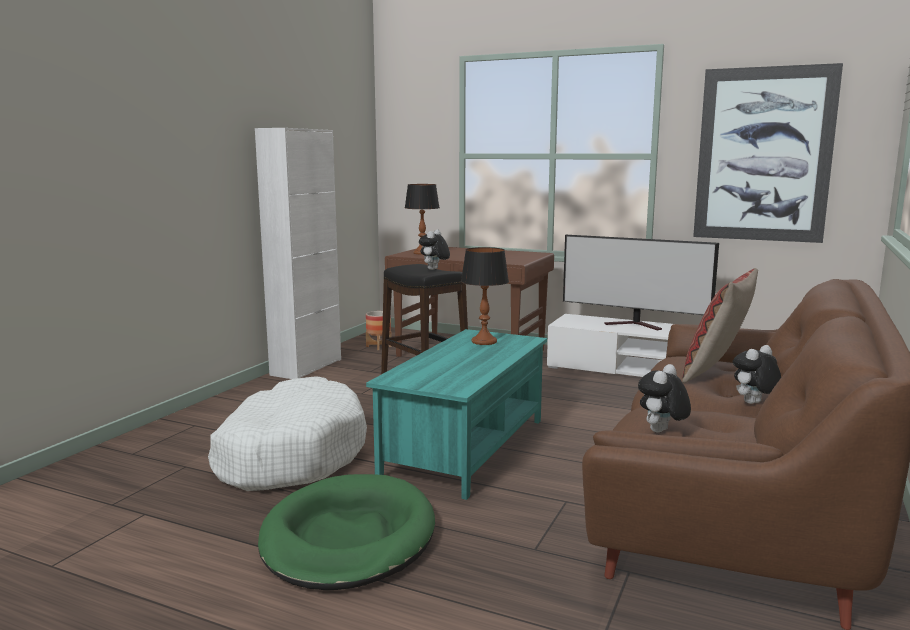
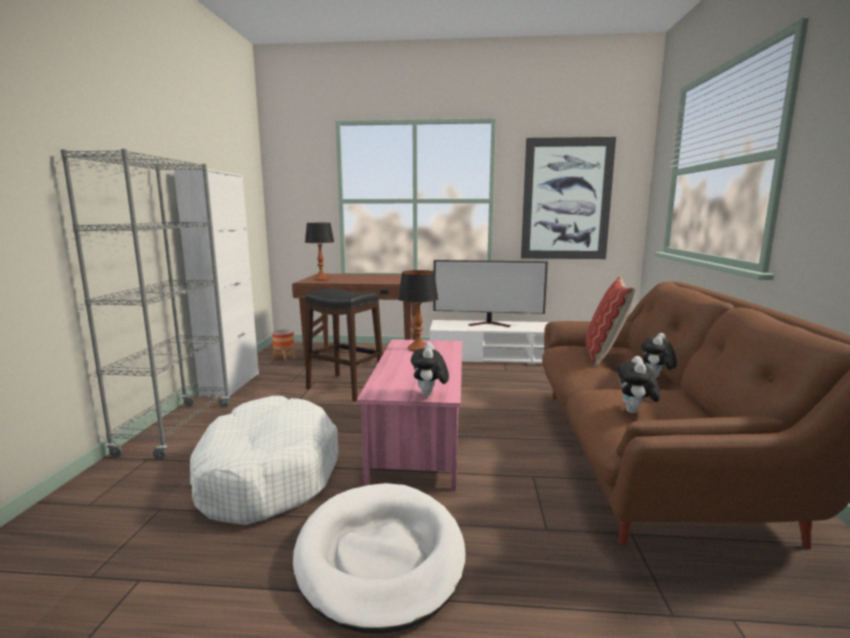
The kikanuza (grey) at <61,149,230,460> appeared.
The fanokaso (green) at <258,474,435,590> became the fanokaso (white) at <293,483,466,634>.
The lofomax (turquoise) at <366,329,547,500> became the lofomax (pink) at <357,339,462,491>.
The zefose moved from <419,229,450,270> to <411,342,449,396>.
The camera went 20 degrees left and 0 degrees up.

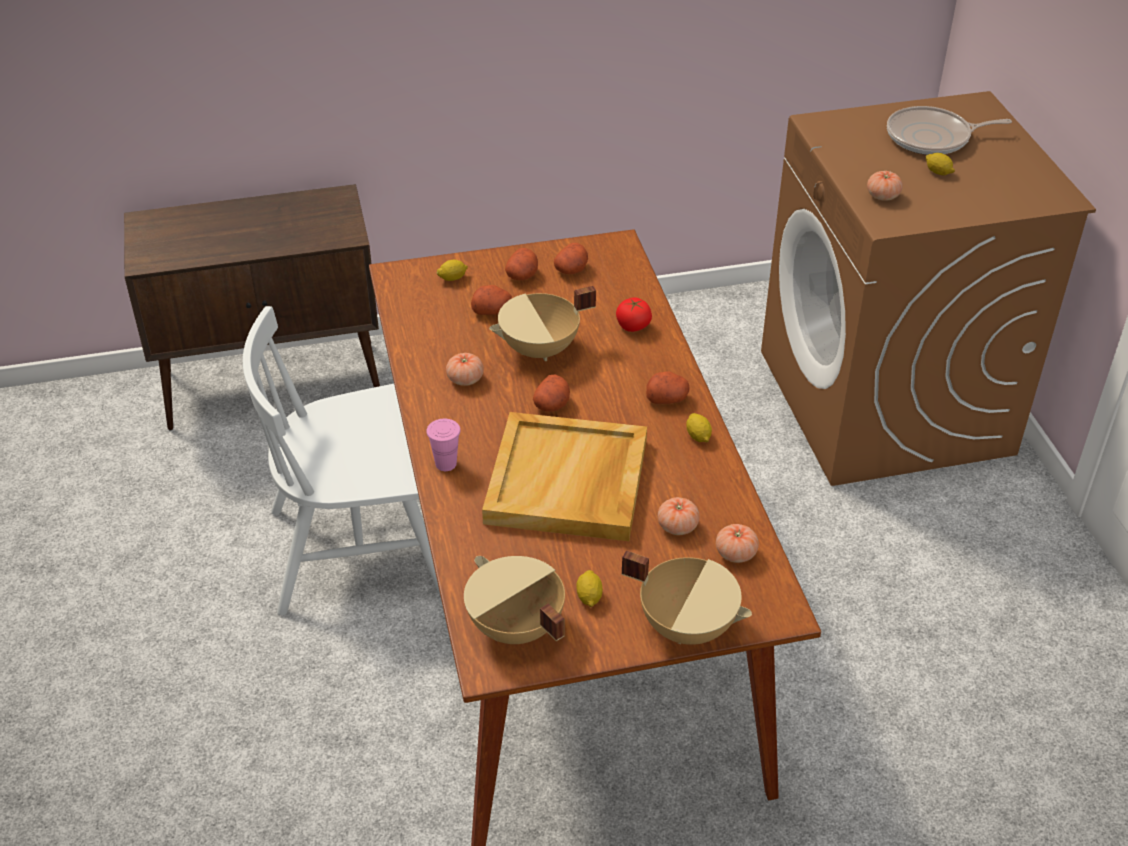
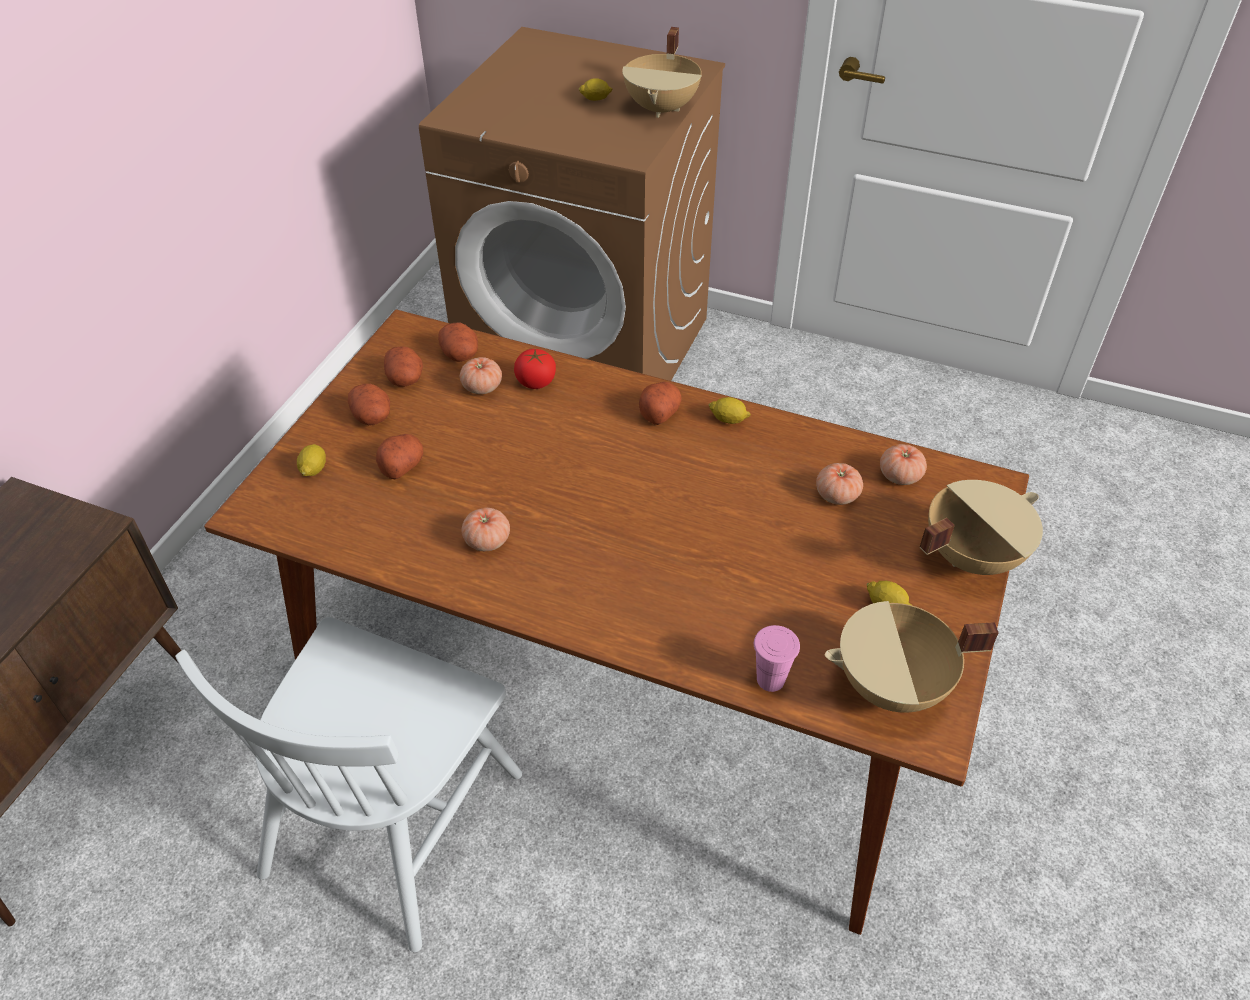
The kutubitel moved from <533,375,570,412> to <438,323,478,362>.
The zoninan moved from <867,171,903,201> to <460,357,502,394>.
The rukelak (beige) moved from <489,286,596,361> to <622,27,702,118>.
The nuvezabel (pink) moved from <426,419,461,471> to <754,625,800,692>.
The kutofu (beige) at <482,412,647,541> disappeared.
The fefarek at <887,106,1012,155> disappeared.
The camera went 55 degrees left and 5 degrees up.

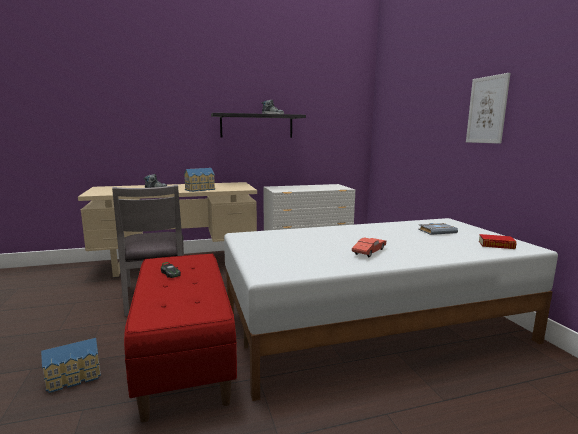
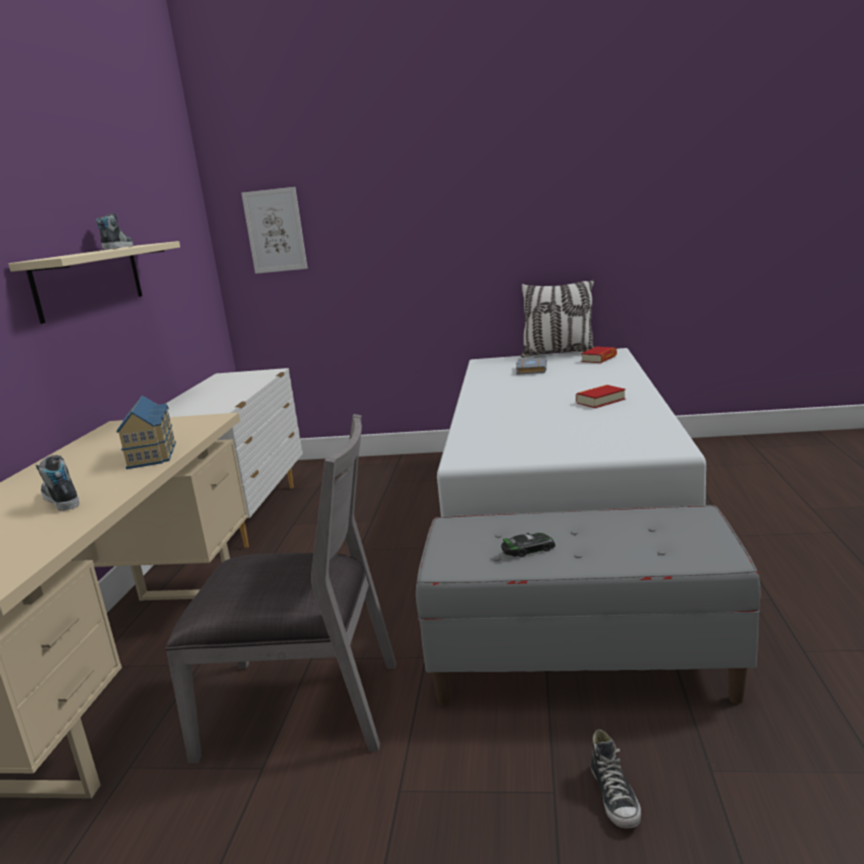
The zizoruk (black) at <211,113,306,138> became the zizoruk (beige) at <9,241,180,324>.
The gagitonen moved from <466,73,510,144> to <241,187,308,274>.
The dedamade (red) at <124,253,237,422> became the dedamade (grey) at <416,505,760,706>.
The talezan at <521,280,594,357> appeared.
The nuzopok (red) at <352,238,386,257> was replaced by the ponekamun at <576,385,626,408>.
The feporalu at <41,338,101,393> was replaced by the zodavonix at <591,729,641,828>.
The camera went 65 degrees left and 5 degrees up.

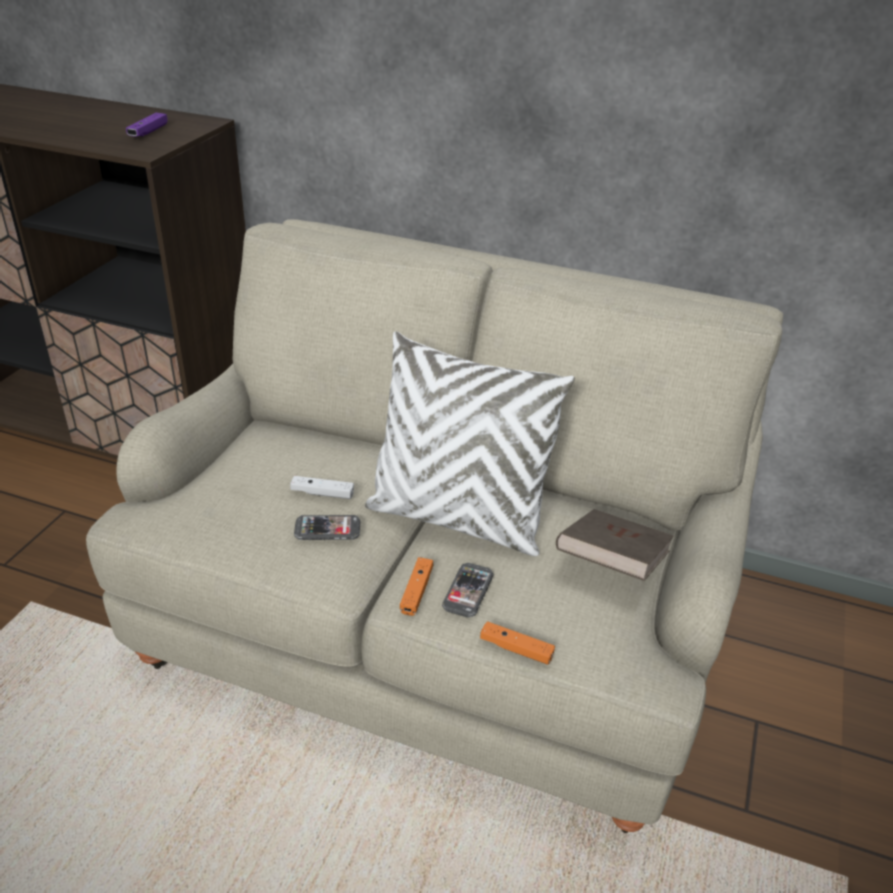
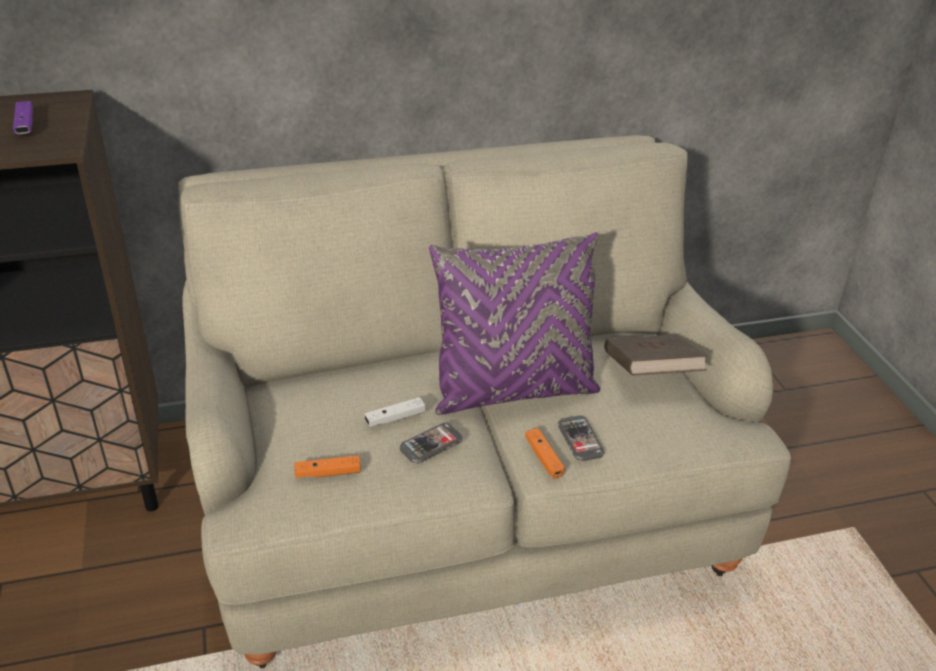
The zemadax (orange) moved from <480,621,555,665> to <294,455,361,478>.
The talezan (white) at <365,331,575,556> became the talezan (purple) at <429,232,600,415>.
The camera went 35 degrees left and 0 degrees up.

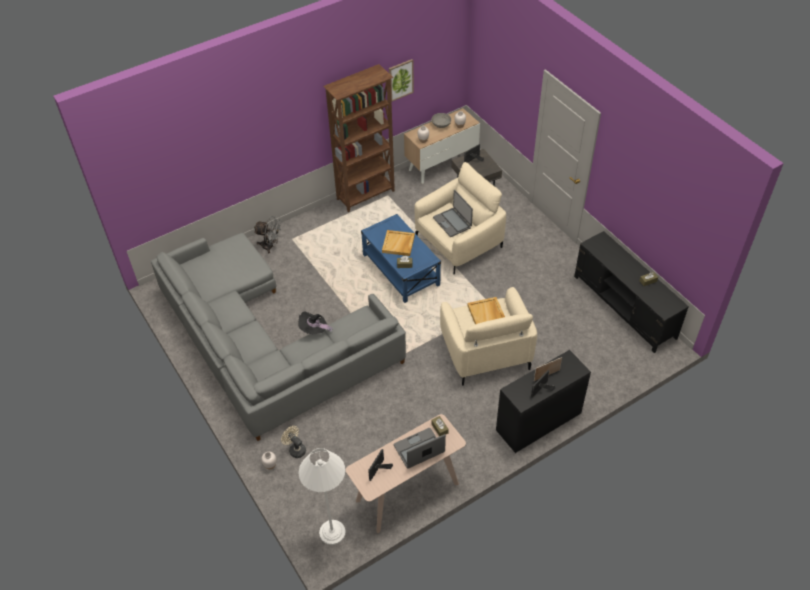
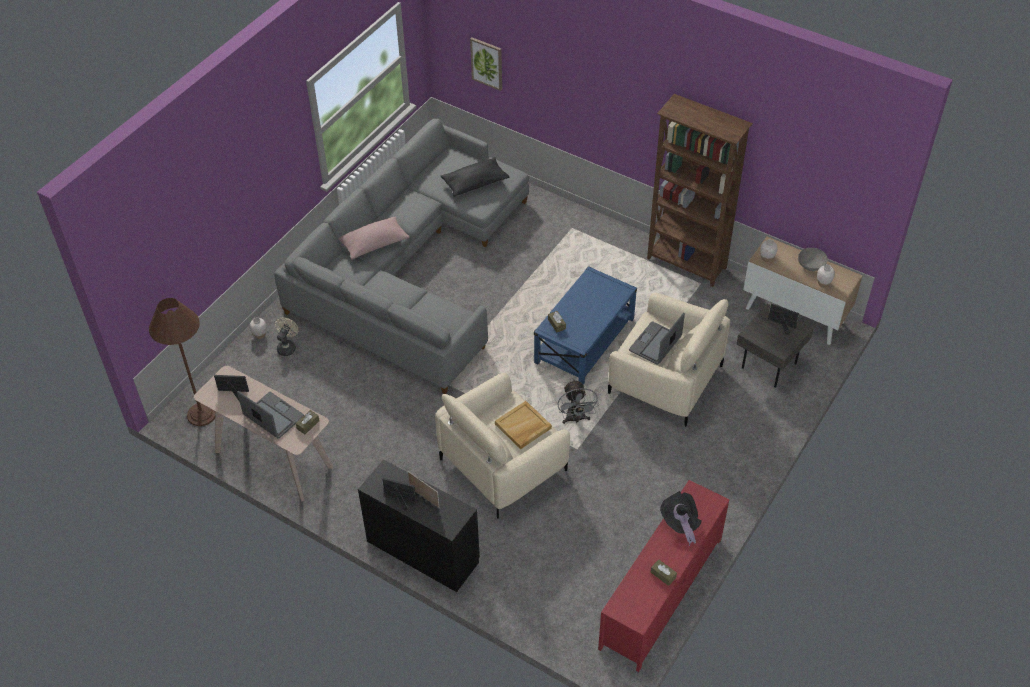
The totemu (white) at <298,448,346,545> became the totemu (brown) at <149,298,215,426>.
The talezan (pink) at <338,217,410,260> appeared.
The talezan (black) at <441,157,509,197> appeared.
The gagitonen moved from <389,59,414,102> to <470,37,502,91>.
The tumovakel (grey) moved from <254,216,282,254> to <557,379,599,424>.
The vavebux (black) at <574,231,689,353> became the vavebux (red) at <598,480,729,672>.
The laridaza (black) moved from <298,312,333,334> to <660,491,702,546>.
The kutofu (beige) at <382,230,415,256> disappeared.
The camera went 65 degrees right and 0 degrees up.

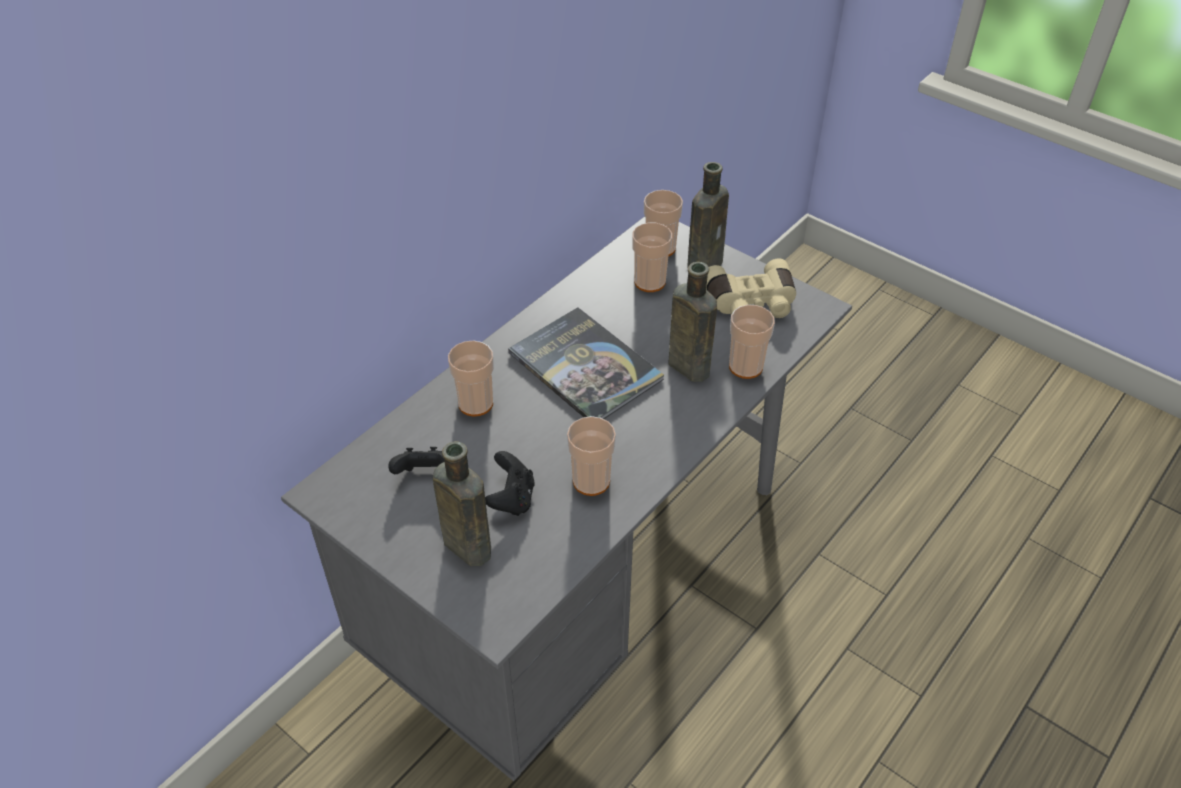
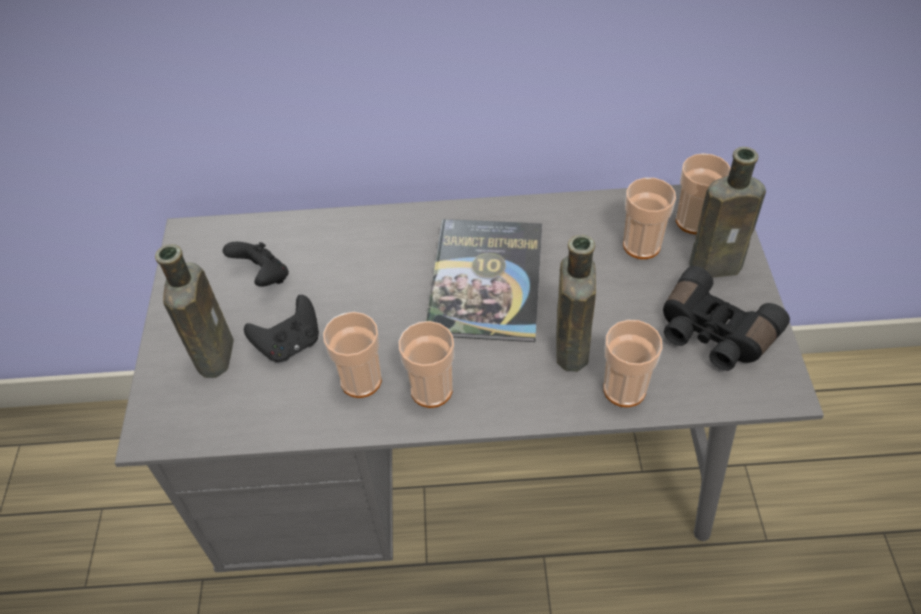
The nuvezabel moved from <448,341,494,417> to <398,321,454,408>.
The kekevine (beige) at <706,259,796,318> became the kekevine (black) at <663,266,790,371>.
The camera went 50 degrees right and 5 degrees up.

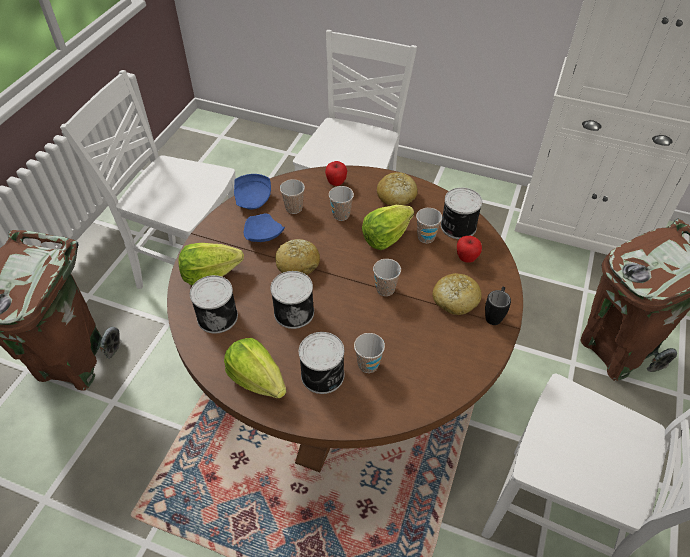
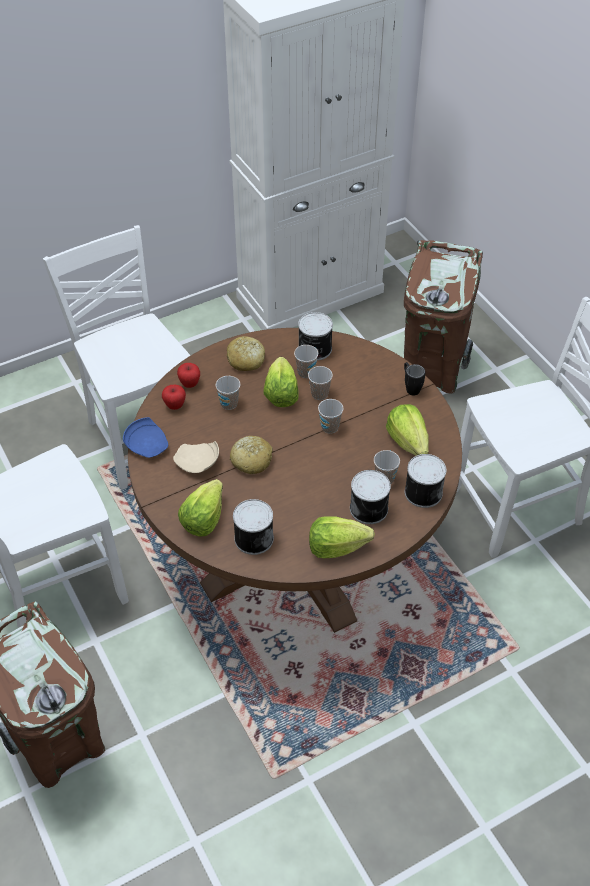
The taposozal moved from <457,236,482,263> to <162,385,186,410>.
The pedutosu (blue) at <243,214,285,242> became the pedutosu (beige) at <173,441,219,473>.
The nuvezabel moved from <280,179,305,214> to <308,366,333,400>.
The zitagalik at <386,404,429,456> appeared.
The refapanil moved from <270,271,314,329> to <405,454,446,508>.
The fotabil at <432,273,482,315> disappeared.
The camera went 50 degrees left and 0 degrees up.

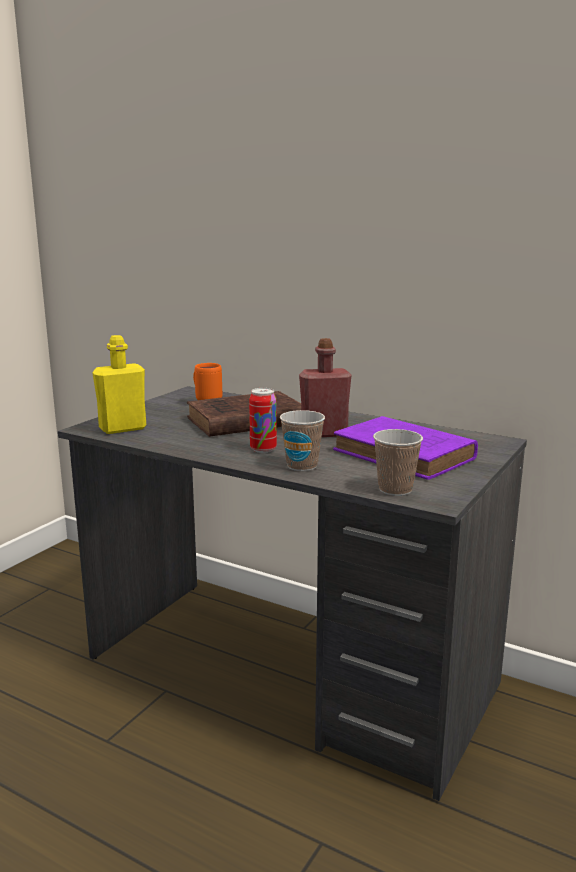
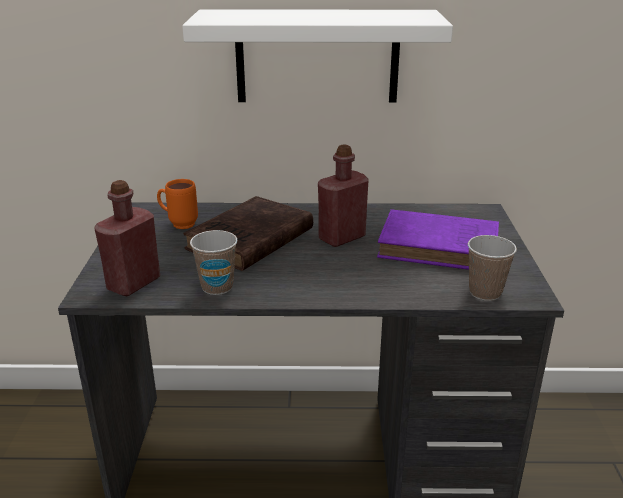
The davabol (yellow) at <93,335,146,434> became the davabol (red) at <94,180,160,296>.
The zizoruk (white) at <182,9,453,103> appeared.
The nuvezabel moved from <280,410,325,471> to <190,230,237,295>.
The refapanil at <249,388,277,453> disappeared.
The camera went 30 degrees left and 10 degrees up.

